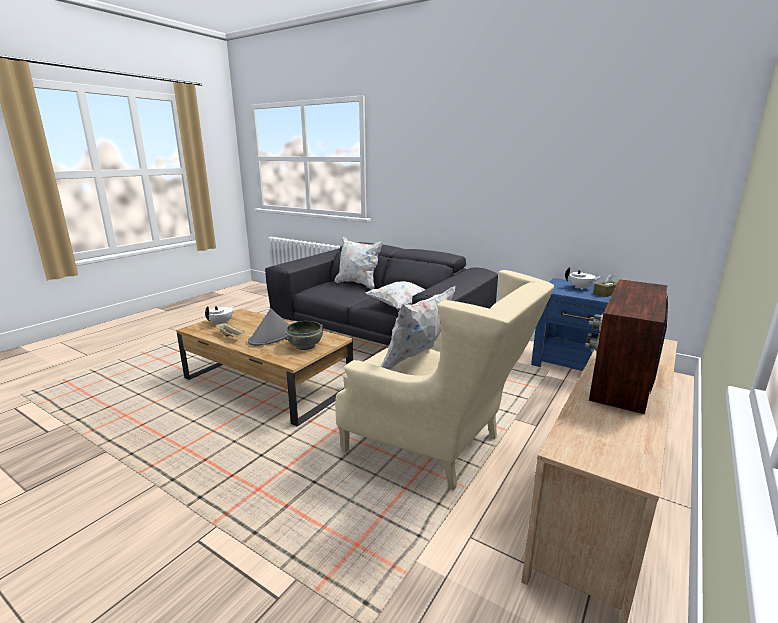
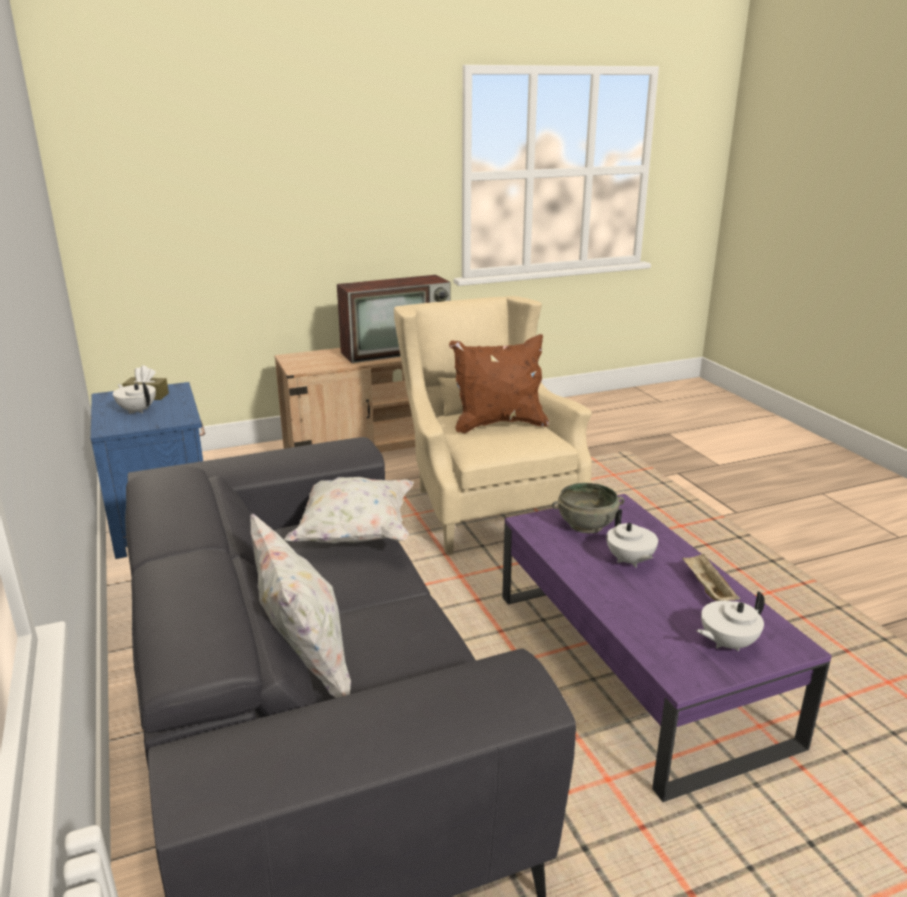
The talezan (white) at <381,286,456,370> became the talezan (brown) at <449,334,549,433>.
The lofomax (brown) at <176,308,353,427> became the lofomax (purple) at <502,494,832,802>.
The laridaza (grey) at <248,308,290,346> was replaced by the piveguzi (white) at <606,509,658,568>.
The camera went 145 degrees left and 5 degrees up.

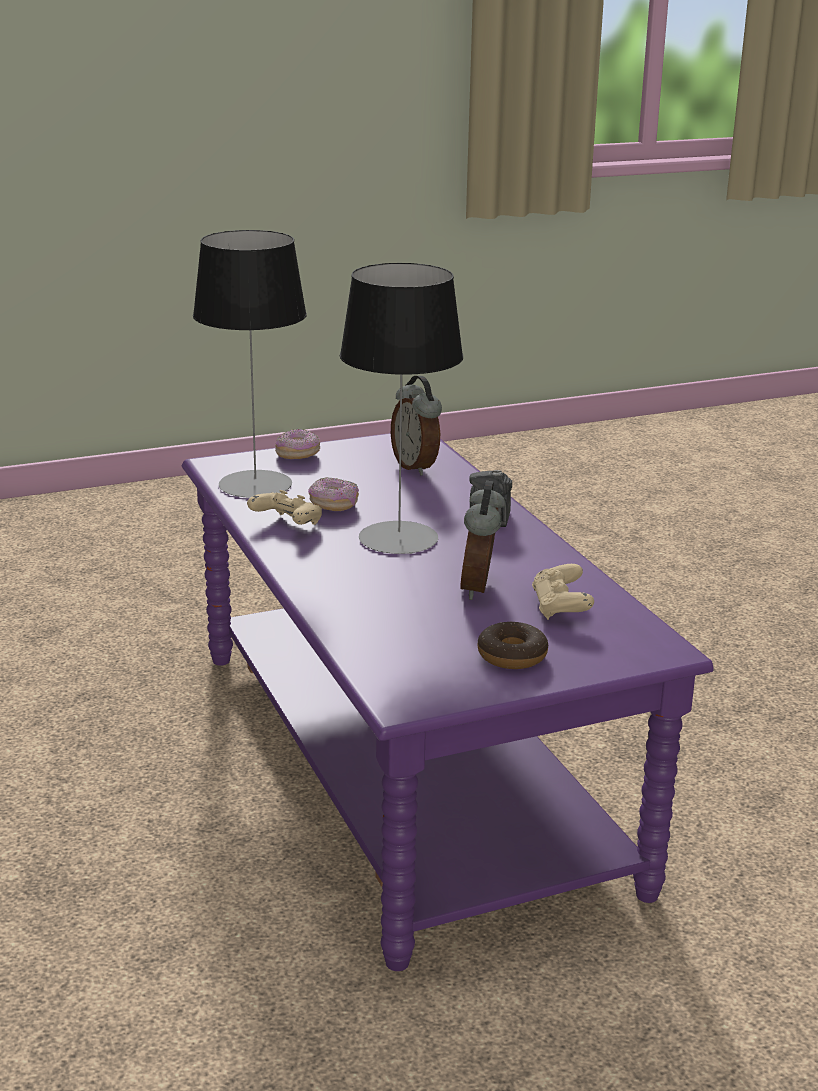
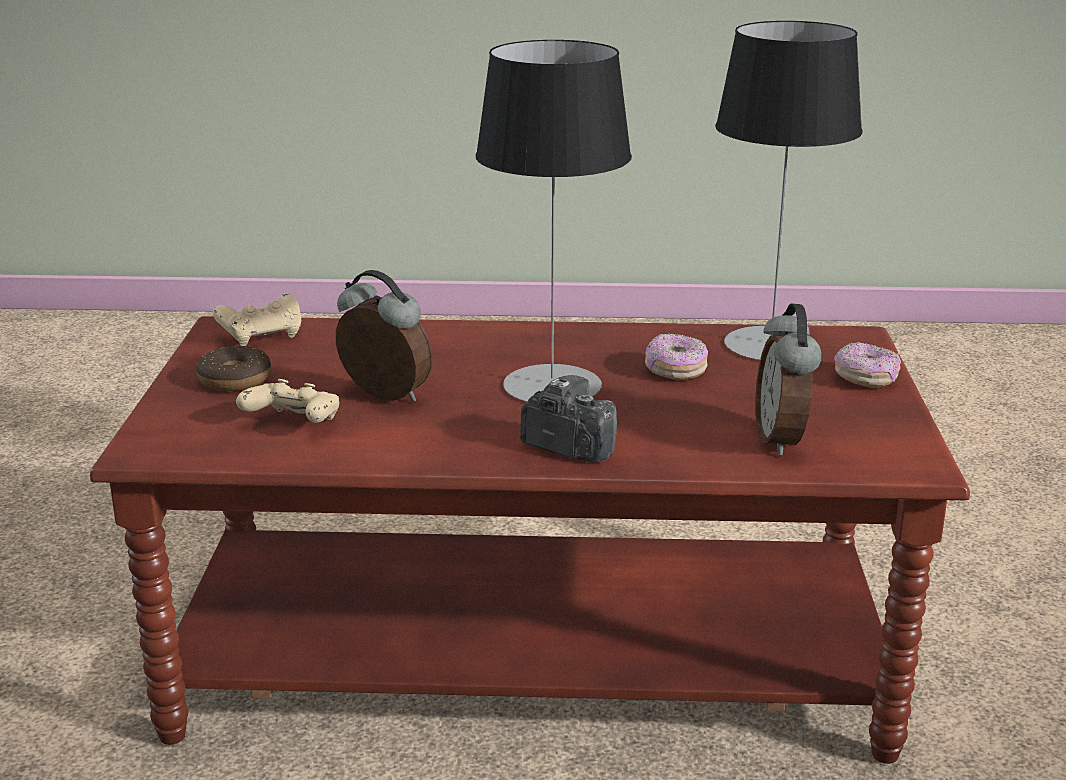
The lofomax (purple) at <182,433,713,971> became the lofomax (brown) at <90,316,970,764>.
The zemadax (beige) moved from <247,490,322,525> to <213,294,301,346>.
The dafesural at <391,376,442,476> turned 90 degrees counterclockwise.
The camera went 115 degrees right and 0 degrees up.

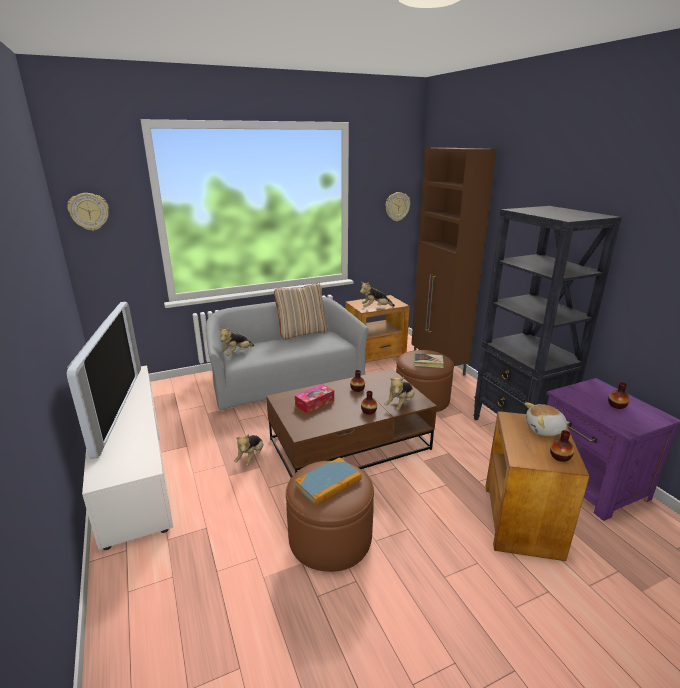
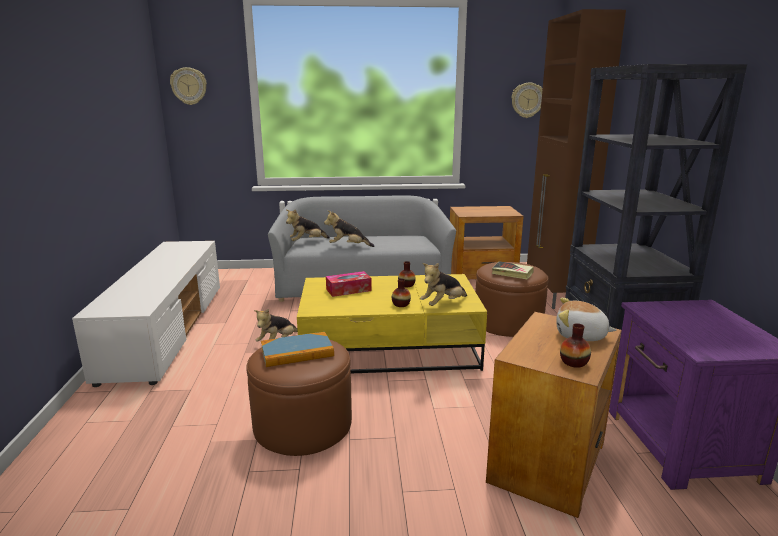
The lofomax (brown) at <266,369,437,477> became the lofomax (yellow) at <297,274,487,373>.
The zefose moved from <360,282,395,307> to <324,210,375,247>.
The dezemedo at <67,302,141,459> disappeared.
The talezan (beige) at <274,283,328,340> disappeared.
The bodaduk at <608,382,630,409> disappeared.
The camera went 20 degrees right and 5 degrees down.

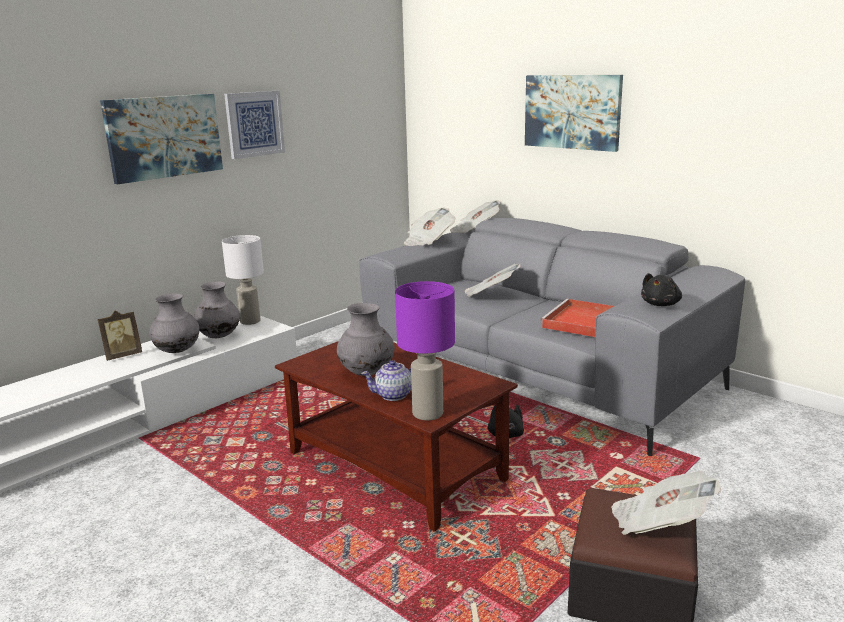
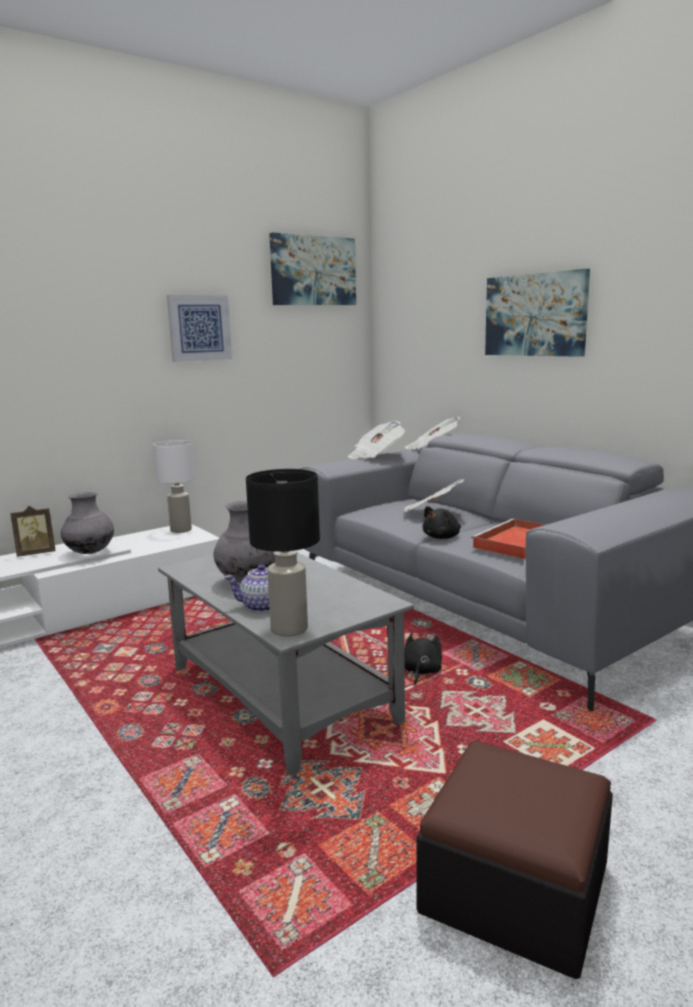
The lofomax (brown) at <275,341,518,532> became the lofomax (grey) at <158,553,414,776>.
The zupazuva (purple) at <395,281,455,420> became the zupazuva (black) at <246,469,320,637>.
The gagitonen moved from <100,94,223,185> to <269,232,356,305>.
The zefose (black) moved from <641,273,682,306> to <422,506,461,539>.
The bodaduk (grey) at <194,281,240,338> disappeared.
The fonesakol at <611,471,721,535> disappeared.
The camera went 10 degrees right and 5 degrees down.

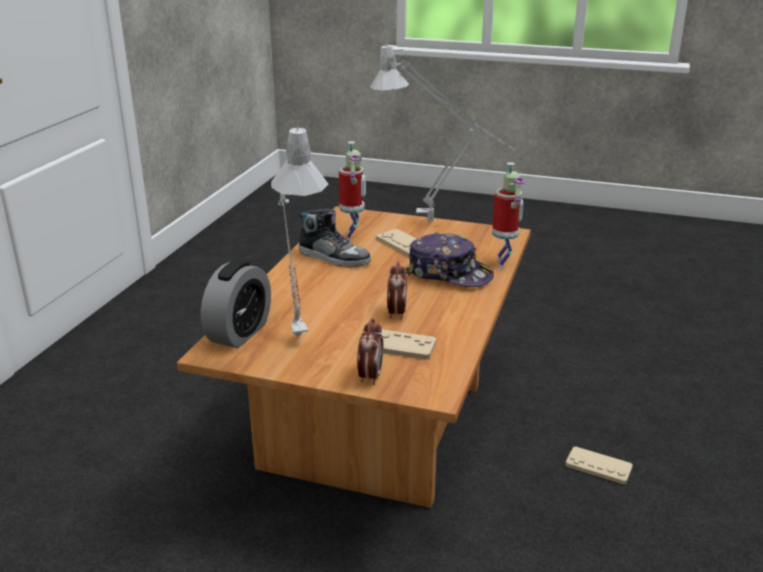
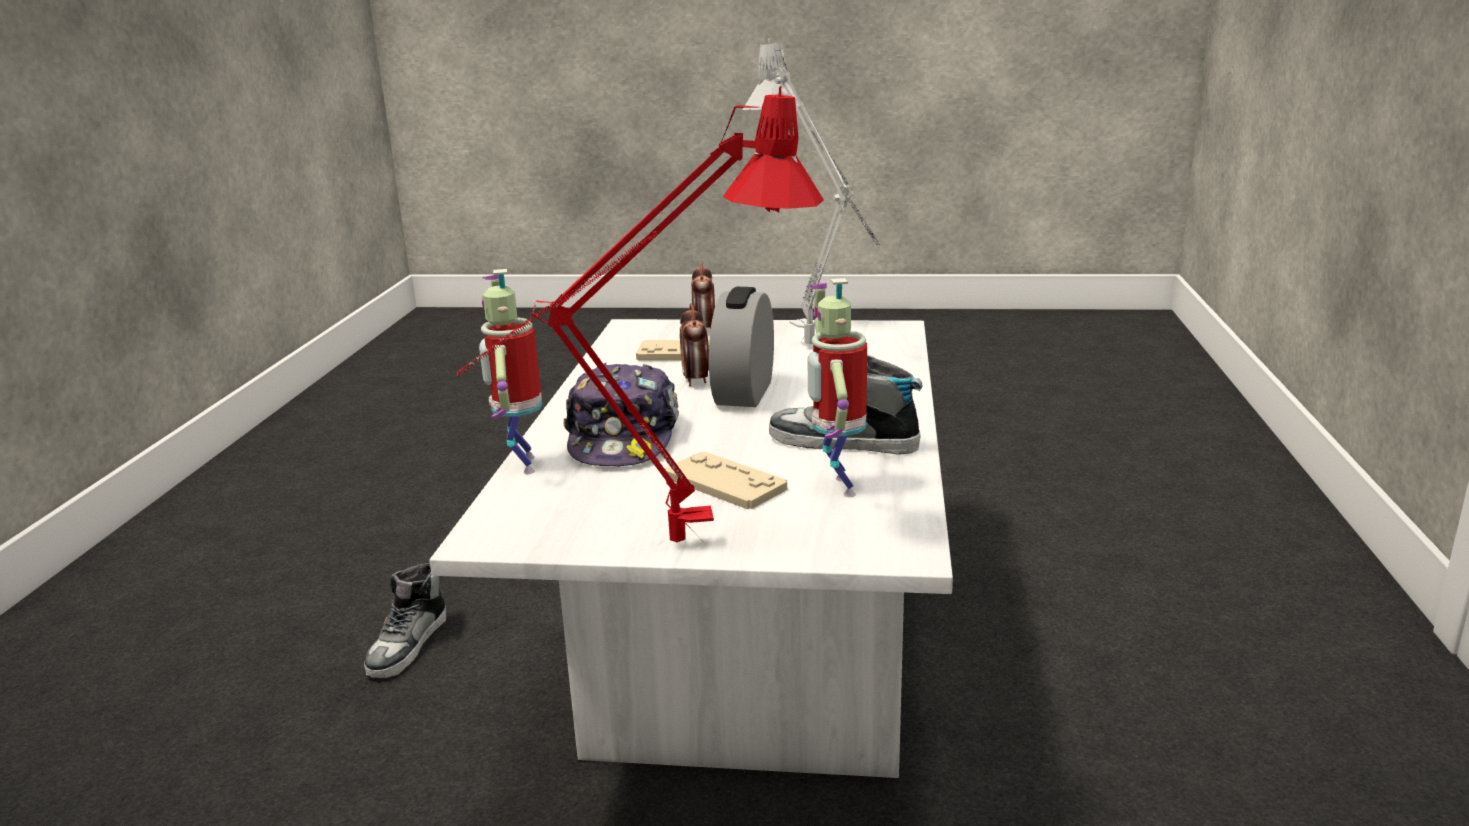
The zemadax (beige) at <565,446,633,485> was replaced by the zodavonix at <364,563,447,678>.
The lofomax (brown) at <177,206,531,508> became the lofomax (white) at <429,319,953,778>.
The zupazuva (grey) at <370,43,515,222> became the zupazuva (red) at <456,86,824,542>.
The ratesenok at <406,232,494,287> turned 105 degrees counterclockwise.
The dafesural moved from <201,260,271,348> to <709,287,774,407>.
The camera went 170 degrees right and 5 degrees down.

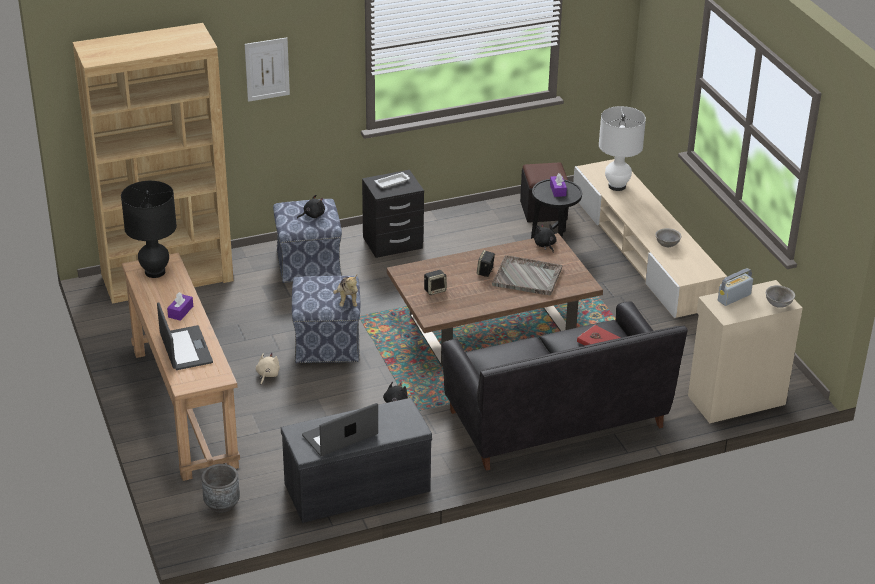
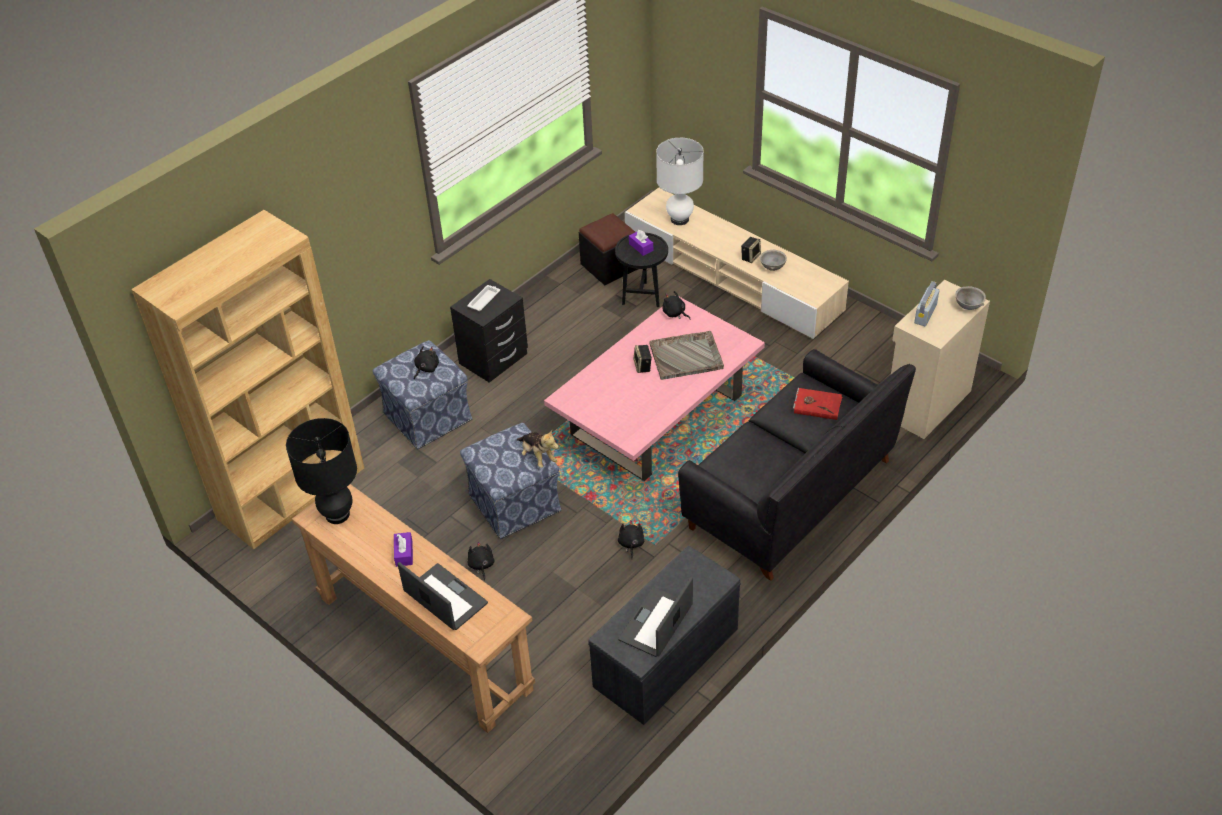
The zefose (beige) at <256,353,280,385> became the zefose (black) at <467,542,495,581>.
The lofomax (brown) at <387,233,603,366> became the lofomax (pink) at <544,297,765,481>.
The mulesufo moved from <424,270,447,295> to <741,237,761,263>.
The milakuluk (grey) at <202,464,240,513> disappeared.
The gagitonen at <245,37,290,102> disappeared.
The camera went 25 degrees left and 10 degrees up.

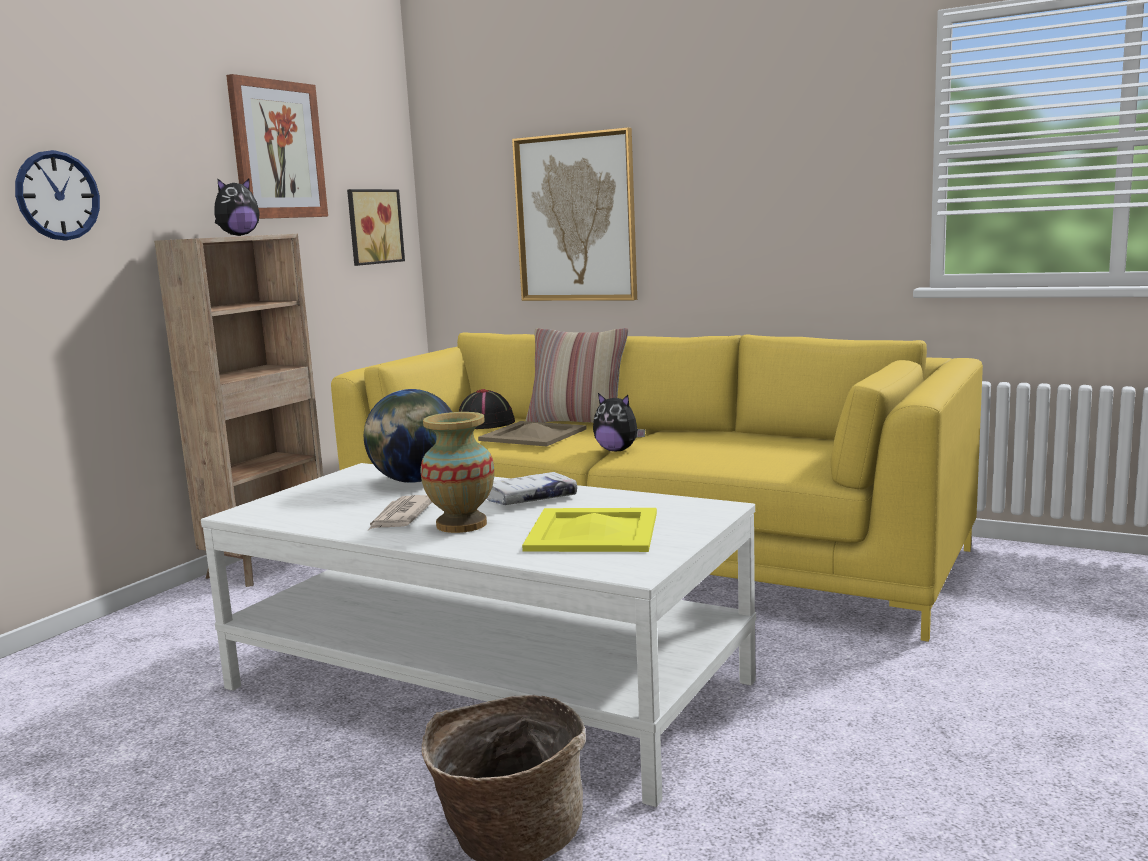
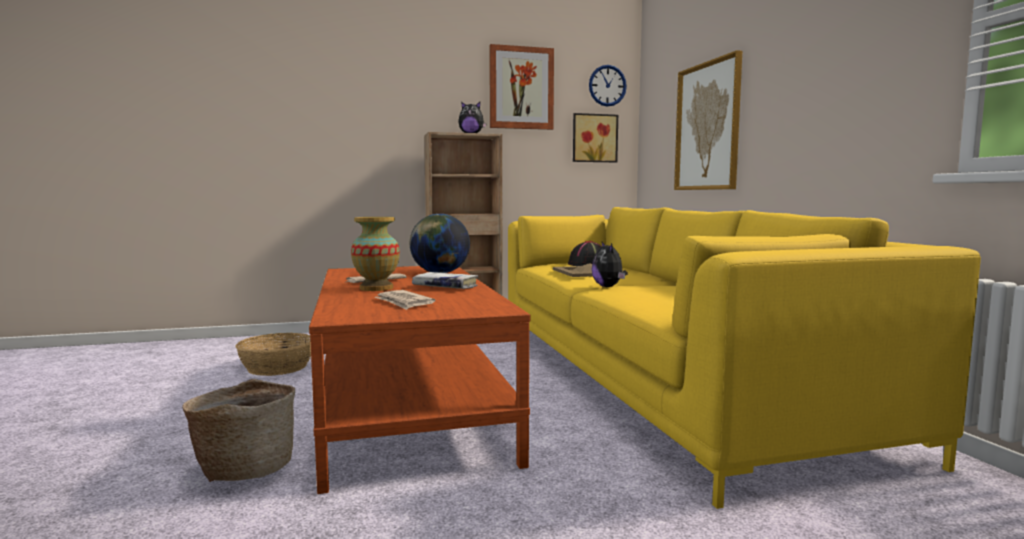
The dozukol at <236,333,311,376> appeared.
The lofomax (white) at <201,463,756,807> became the lofomax (brown) at <309,266,530,494>.
The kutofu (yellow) at <522,508,657,552> was replaced by the fonesakol at <374,290,436,310>.
The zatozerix moved from <15,150,100,240> to <589,65,627,106>.
The talezan at <525,328,628,423> disappeared.
The camera went 45 degrees right and 5 degrees down.

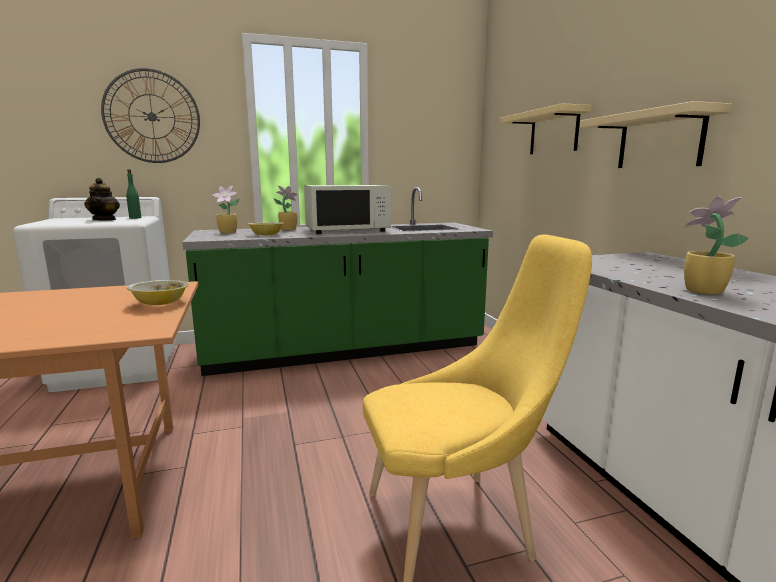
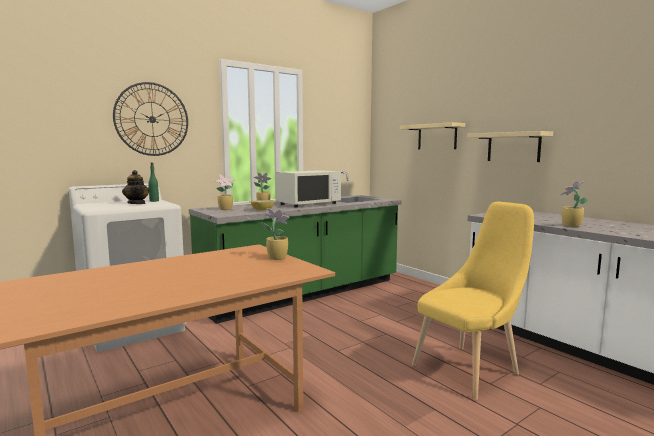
The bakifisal at <127,280,189,305> was replaced by the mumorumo at <262,208,290,260>.
The camera went 20 degrees left and 5 degrees down.

